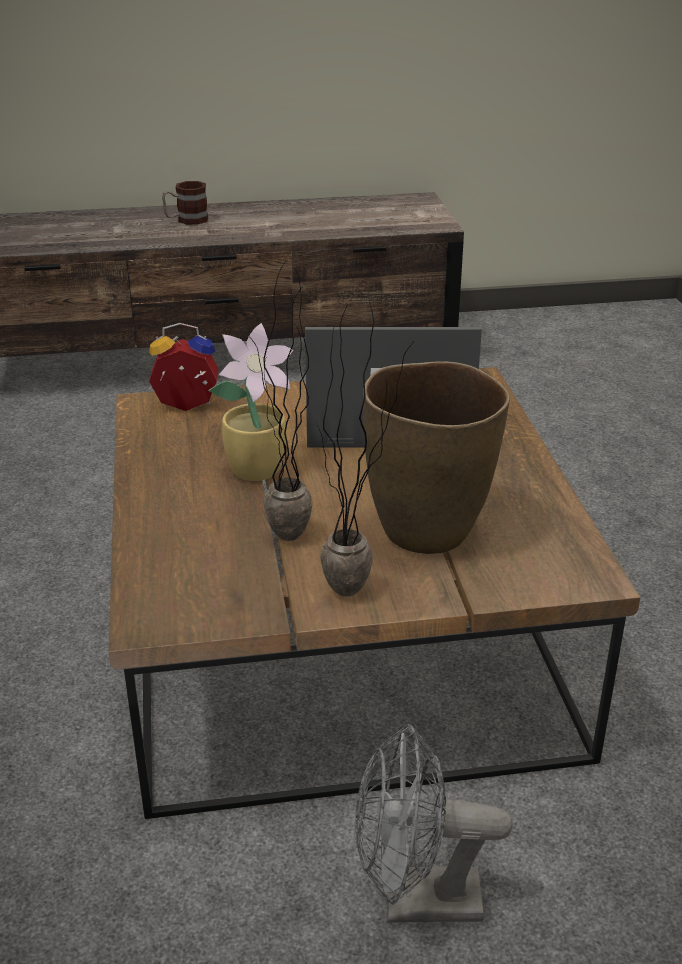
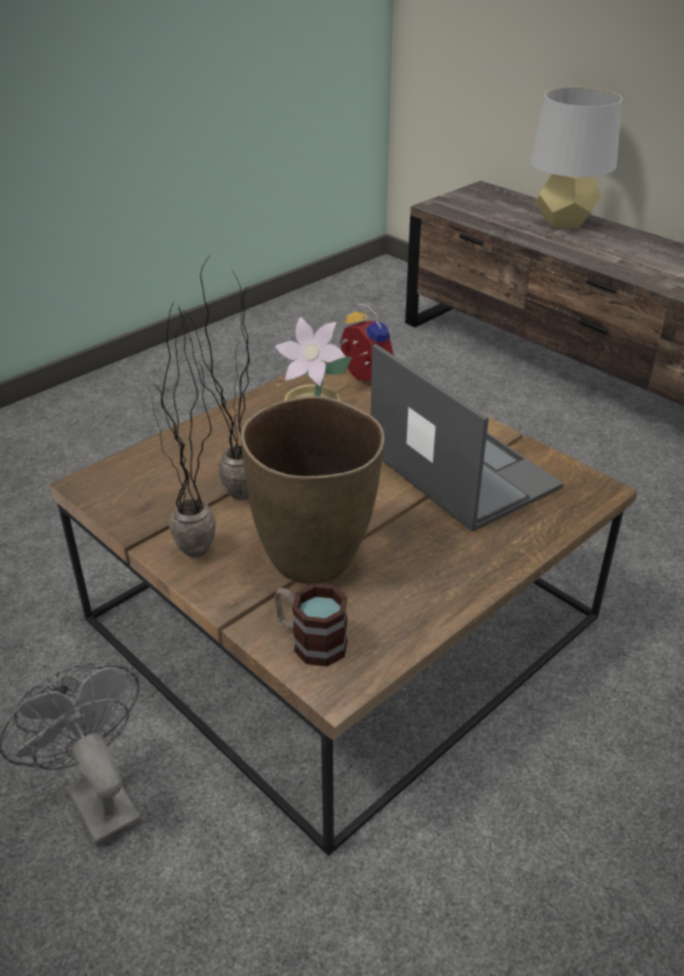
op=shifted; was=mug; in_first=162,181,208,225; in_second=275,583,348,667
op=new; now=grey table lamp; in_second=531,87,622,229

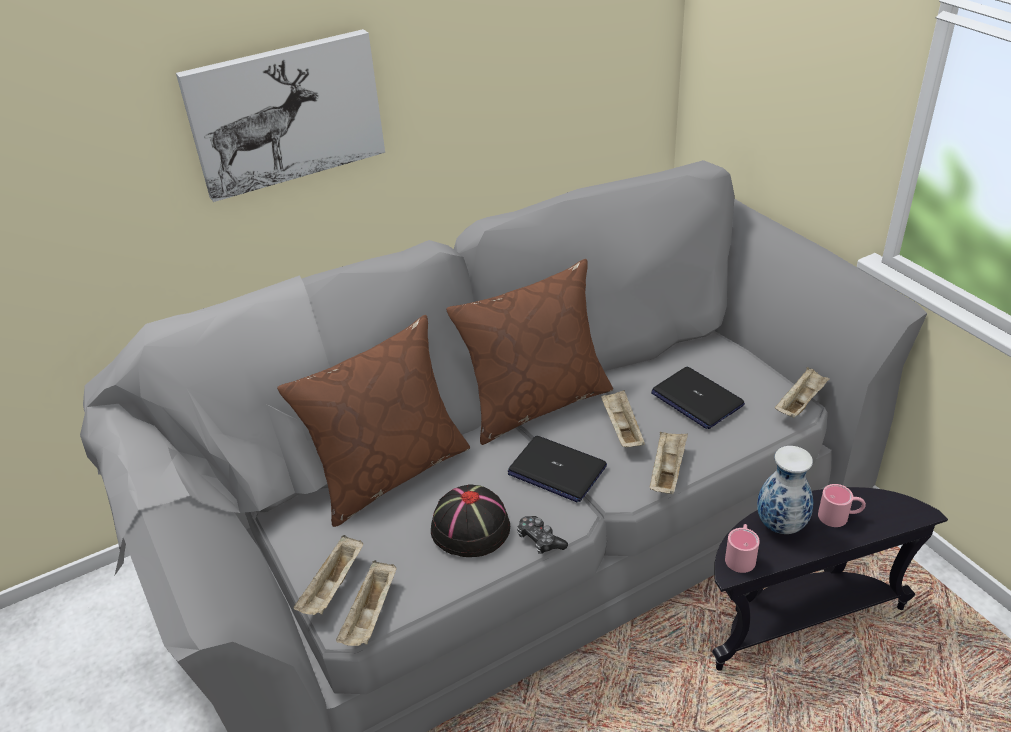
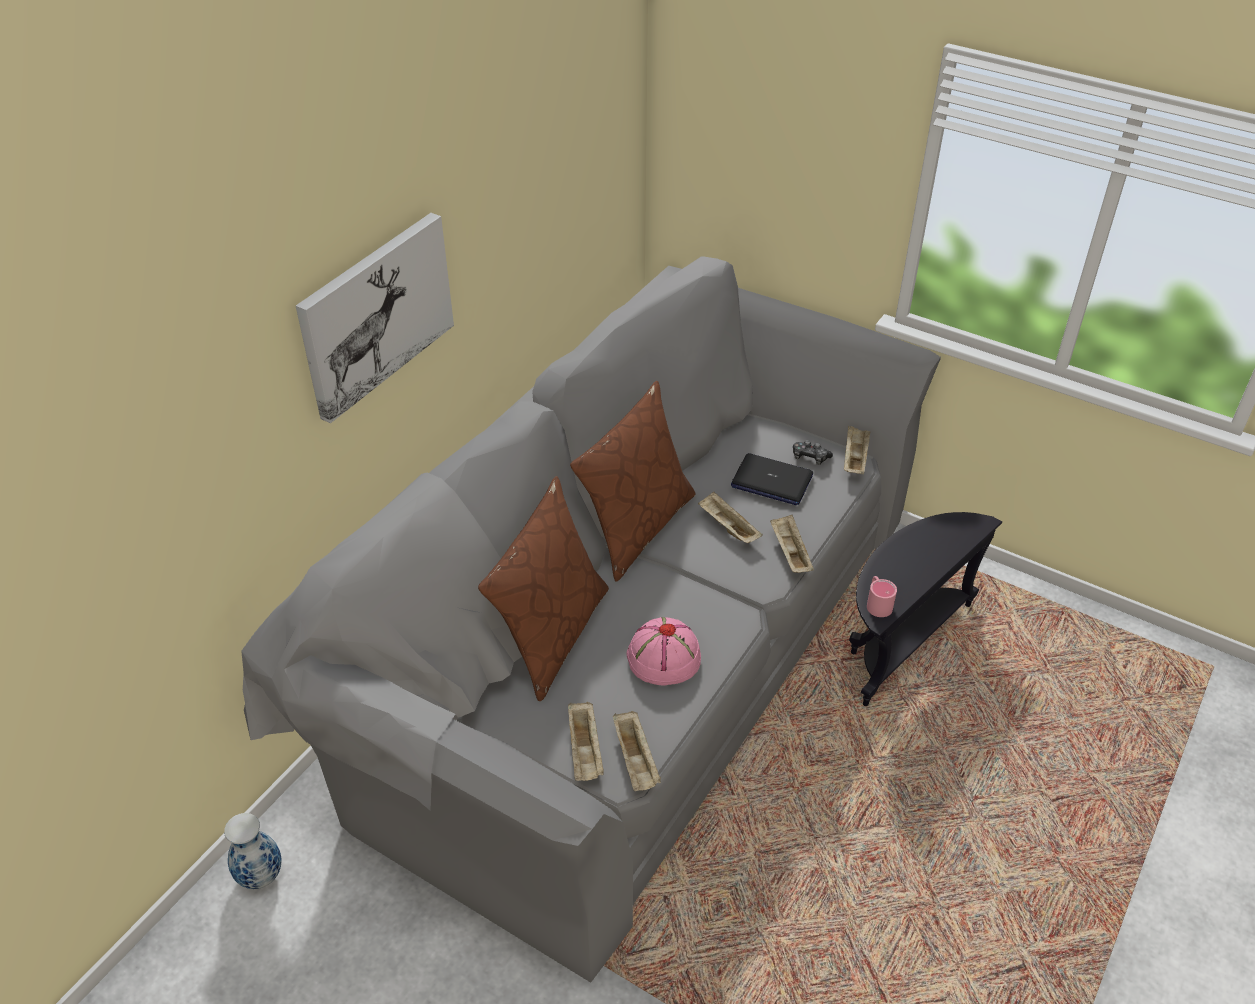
op=repainted; was=black hat; now=pink hat; in_first=431,484,510,557; in_second=627,617,701,686
op=gone; was=laptop; in_first=508,436,607,502
op=shifted; was=game controller; in_first=517,516,568,554; in_second=793,440,833,465
op=shifted; was=vase; in_first=757,446,813,534; in_second=224,813,281,889
op=gone; was=pink mug; in_first=818,484,866,527

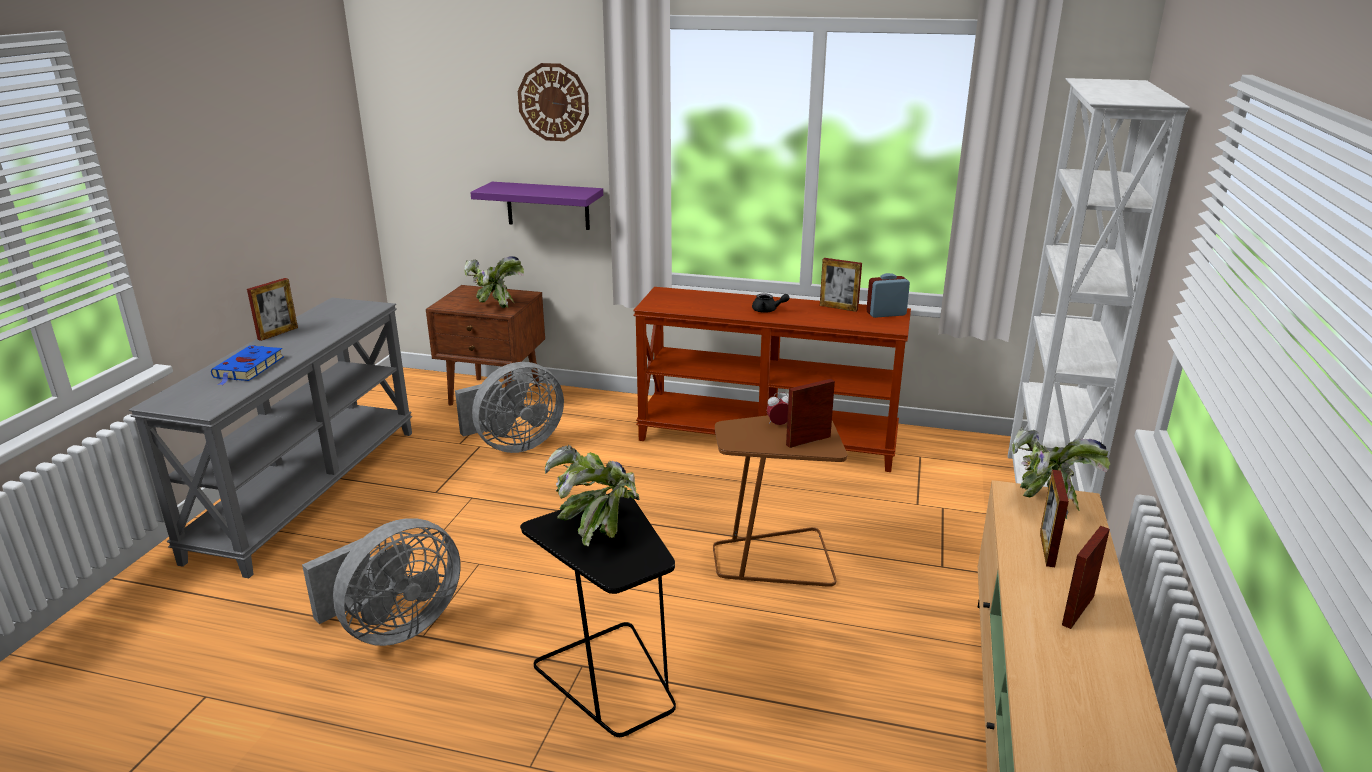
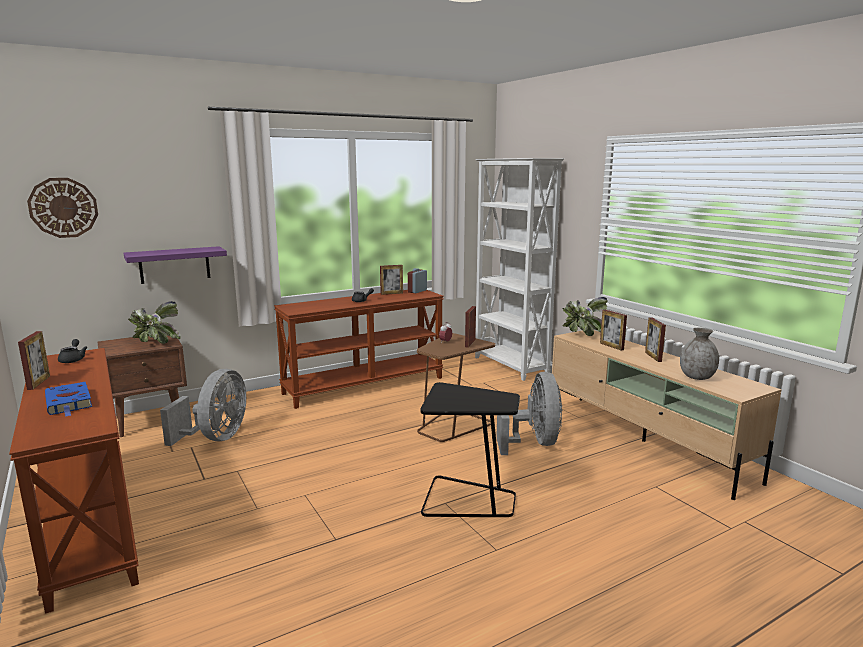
op=repainted; was=grey console table; now=brown console table; in_first=129,297,412,578; in_second=9,348,139,614
op=shifted; was=grey fan; in_first=302,519,461,646; in_second=496,372,563,455
op=shifted; was=wall clock; in_first=518,63,589,141; in_second=27,178,98,238
op=gone; was=potted plant; in_first=545,445,639,546
op=new; now=black teapot; in_second=58,339,88,363
op=new; now=grey vase; in_second=680,327,719,380

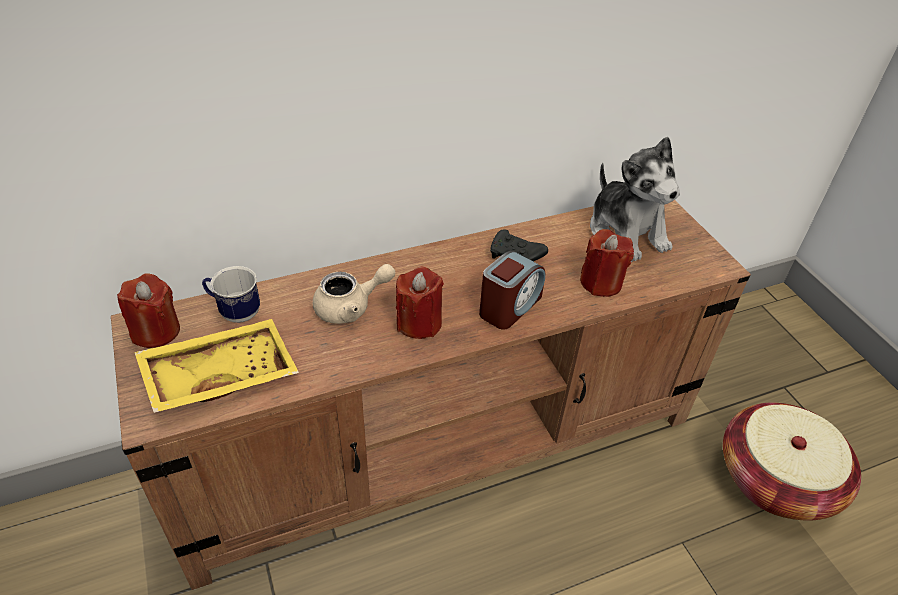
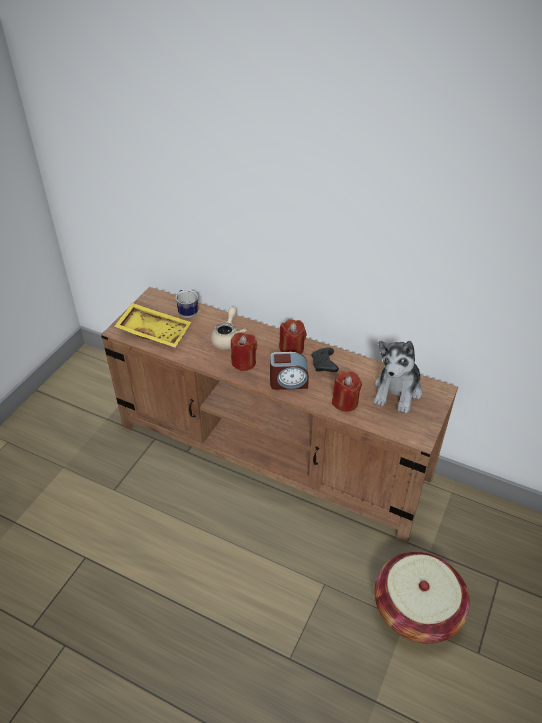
op=shifted; was=red candle; in_first=117,273,180,348; in_second=279,319,307,354
op=rotated; was=beige teapot; in_first=313,264,395,324; in_second=211,307,247,350; clockwise=-105

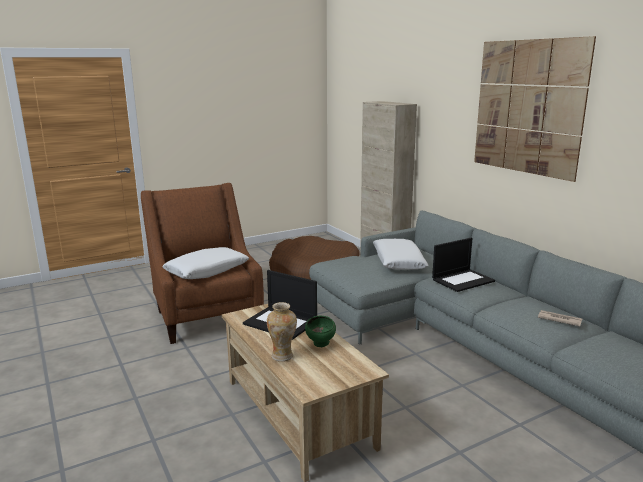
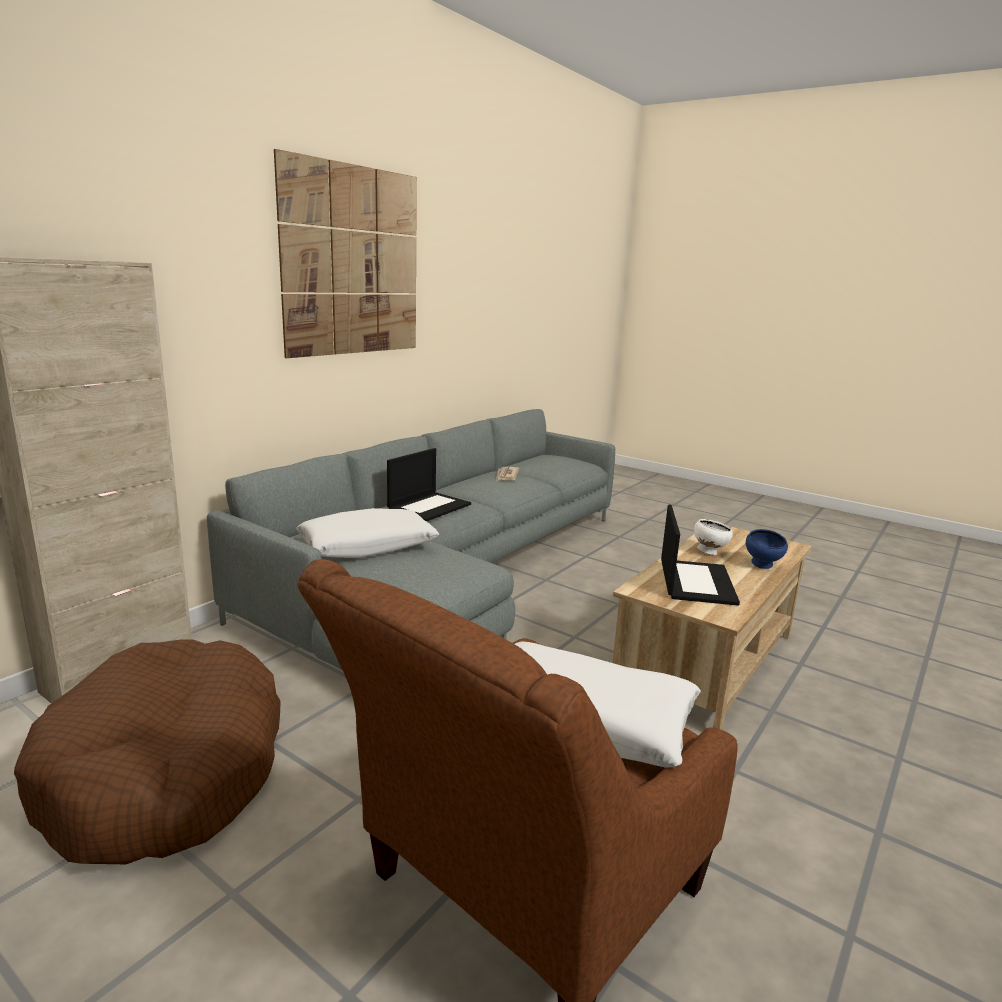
op=swapped; was=vase; now=blue bowl; in_first=267,302,297,362; in_second=746,529,788,569
op=repainted; was=green bowl; now=white bowl; in_first=305,316,336,347; in_second=694,519,733,555
op=rotated; was=laptop; in_first=432,238,495,292; in_second=387,448,471,521; clockwise=90

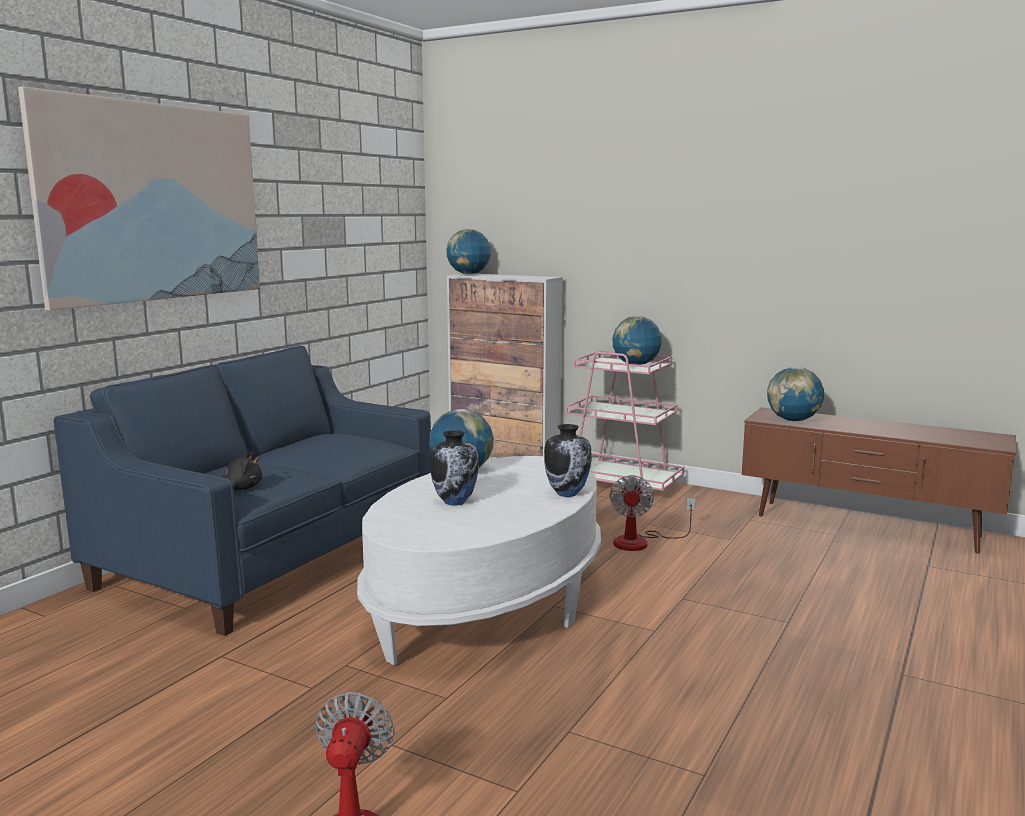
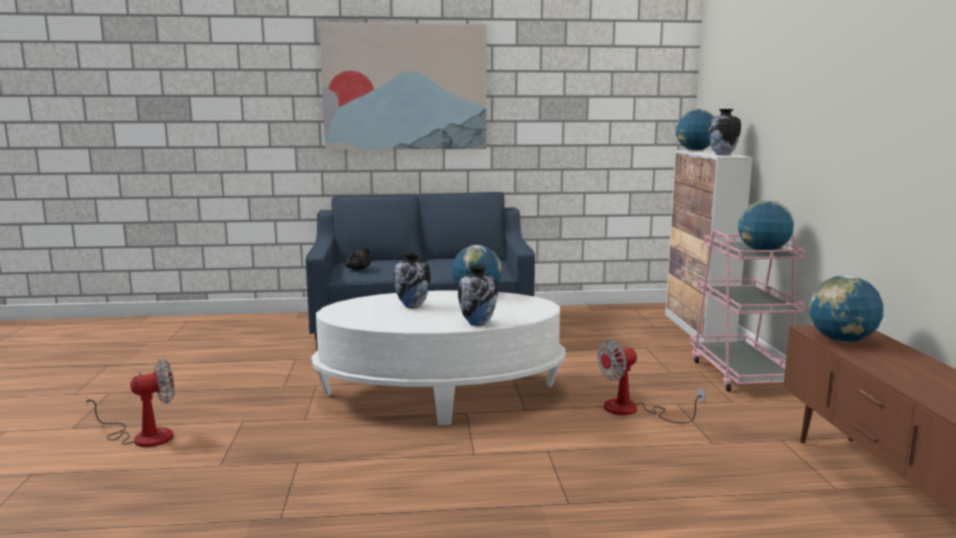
op=new; now=vase; in_second=709,109,741,155

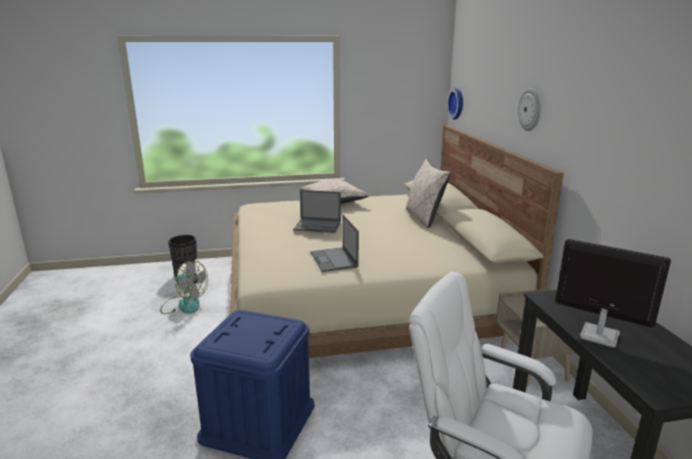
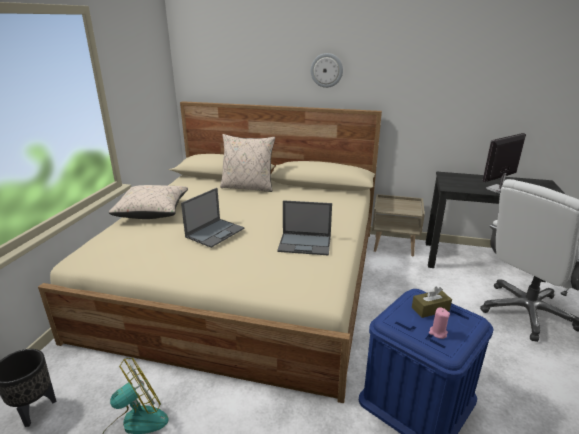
op=gone; was=wall clock; in_first=447,88,463,120
op=new; now=brown tissue box; in_second=412,287,452,318
op=new; now=pink candle; in_second=429,307,450,339

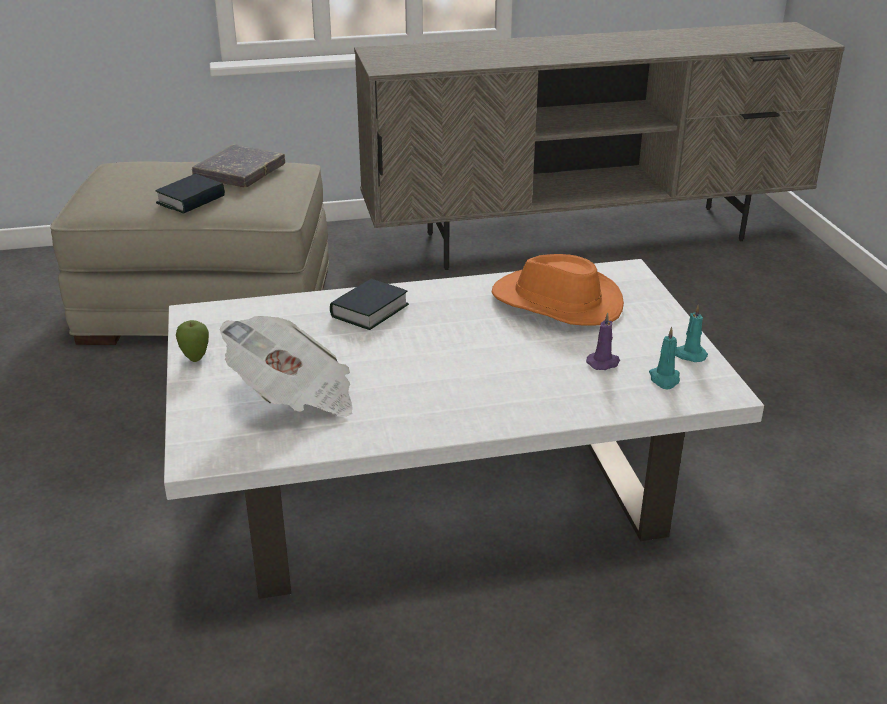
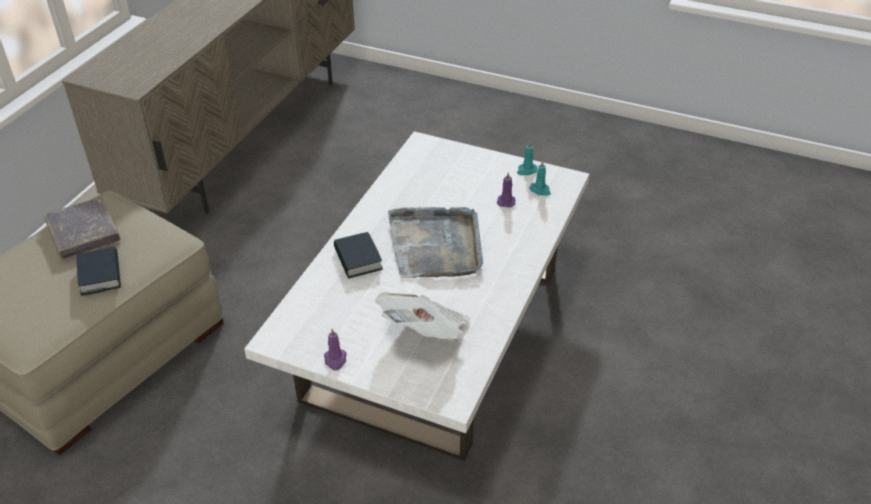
op=swapped; was=apple; now=purple candle; in_first=176,320,209,362; in_second=324,329,347,371
op=gone; was=orange hat; in_first=492,254,624,326
op=new; now=grey tray; in_second=388,207,483,278

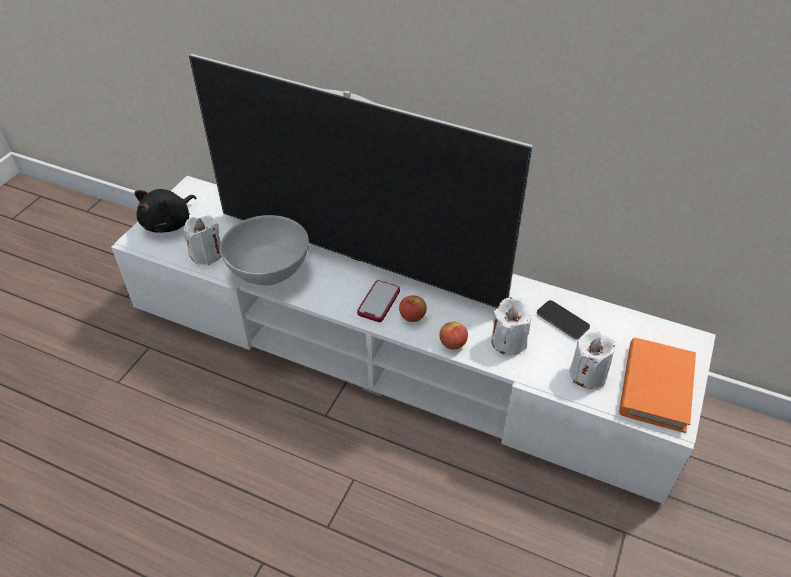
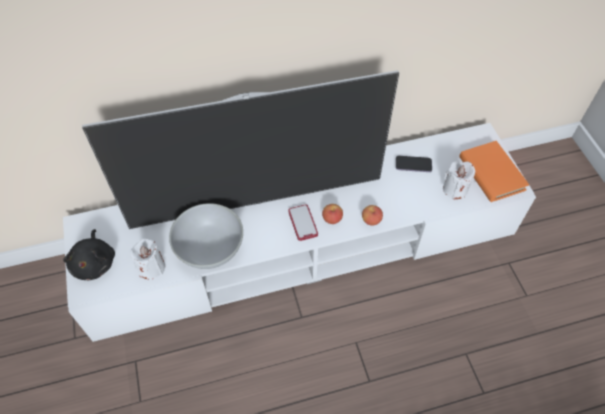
op=gone; was=white candle; in_first=491,297,531,355

